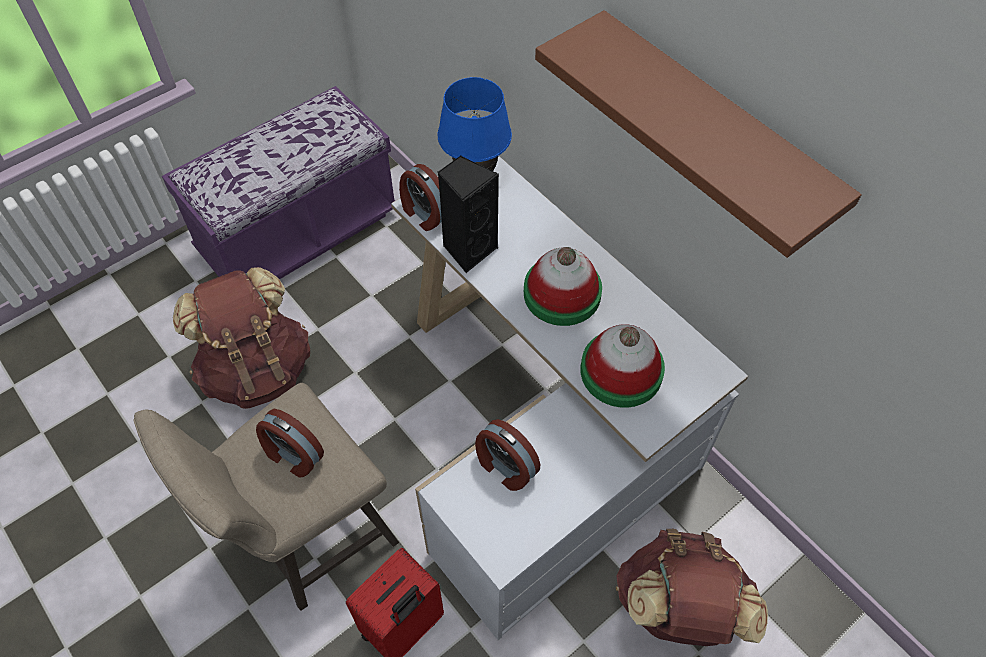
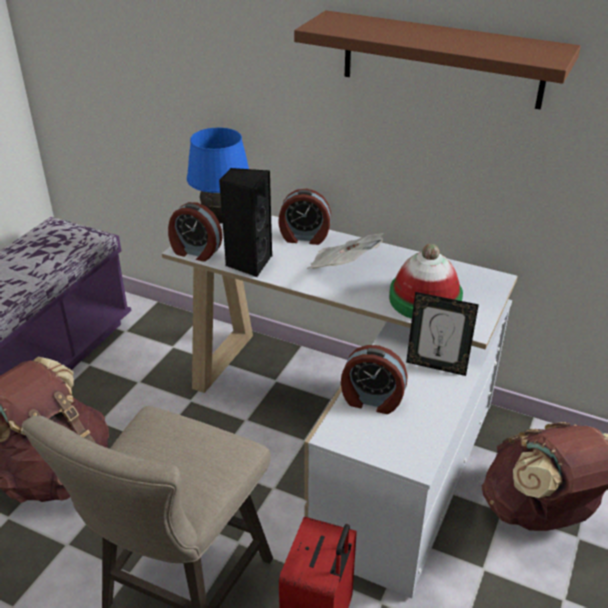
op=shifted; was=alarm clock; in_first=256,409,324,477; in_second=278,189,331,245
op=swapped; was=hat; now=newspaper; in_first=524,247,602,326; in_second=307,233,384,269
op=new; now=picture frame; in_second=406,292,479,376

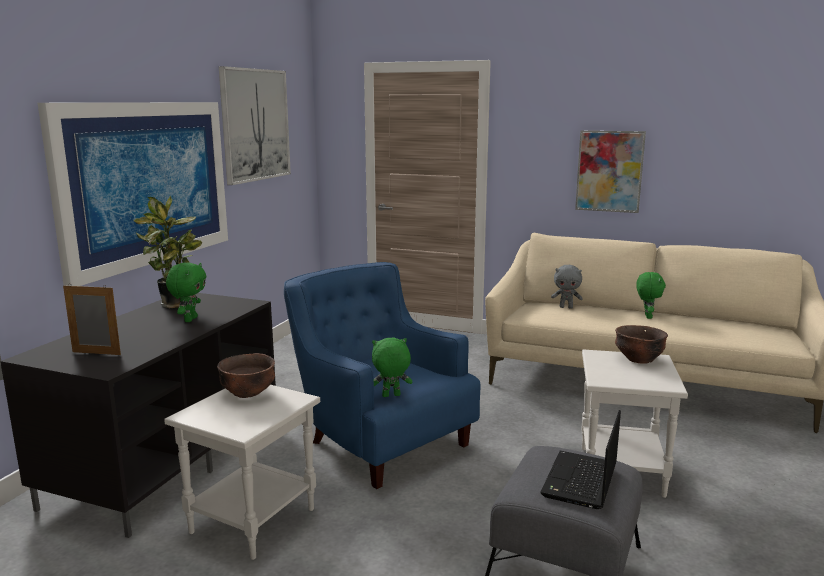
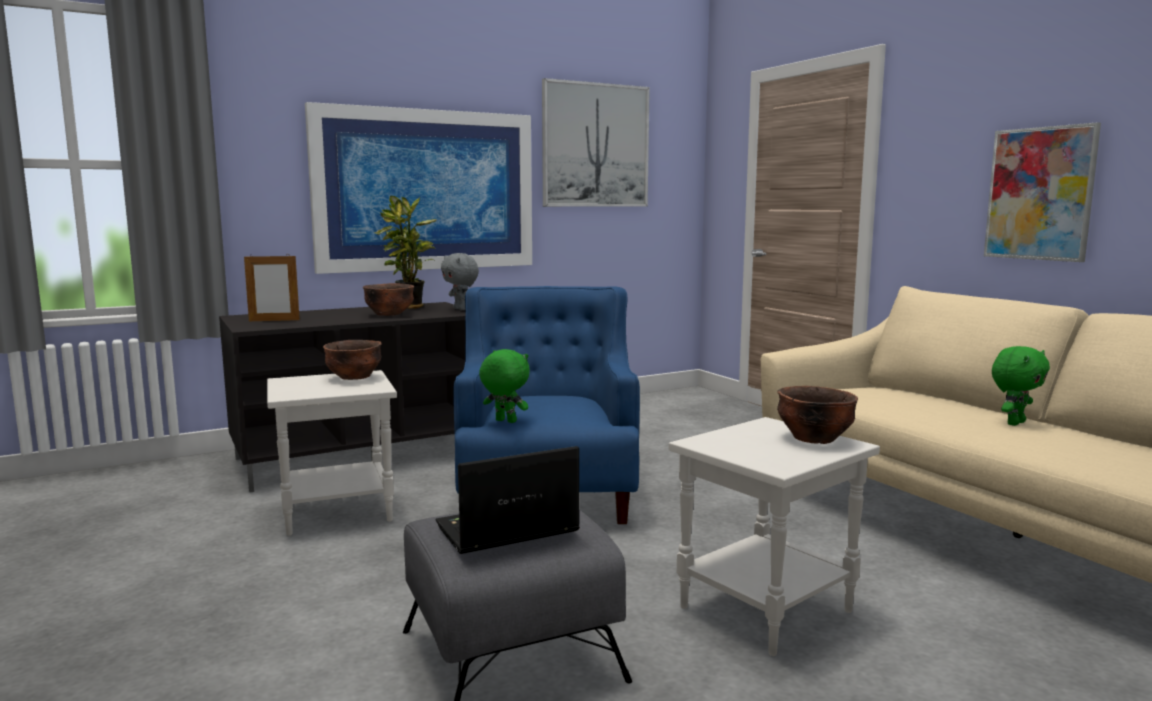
op=rotated; was=picture frame; in_first=63,285,121,355; in_second=244,254,300,321; clockwise=120
op=swapped; was=green plush toy; now=brown bowl; in_first=166,262,206,322; in_second=363,283,414,316
op=shifted; was=grey plush toy; in_first=551,265,583,308; in_second=441,253,479,310

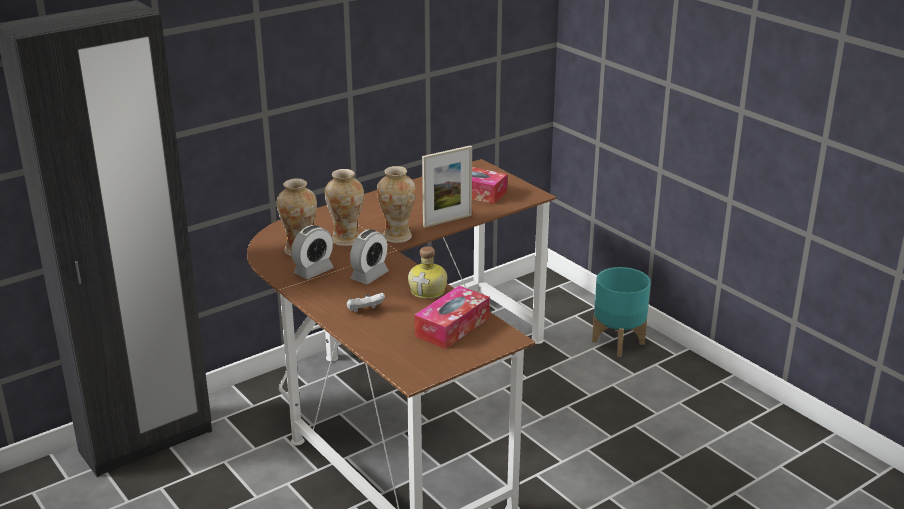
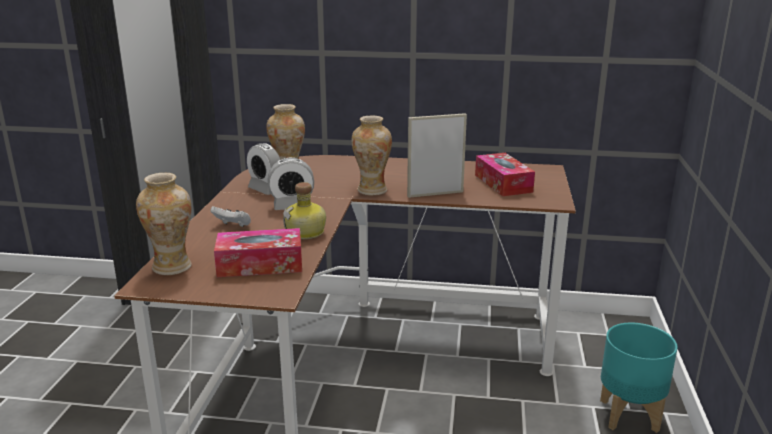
op=rotated; was=alarm clock; in_first=291,225,334,279; in_second=247,143,280,195; clockwise=45
op=shifted; was=vase; in_first=325,169,364,246; in_second=136,173,192,275
op=rotated; was=picture frame; in_first=422,145,472,228; in_second=407,113,467,198; clockwise=150

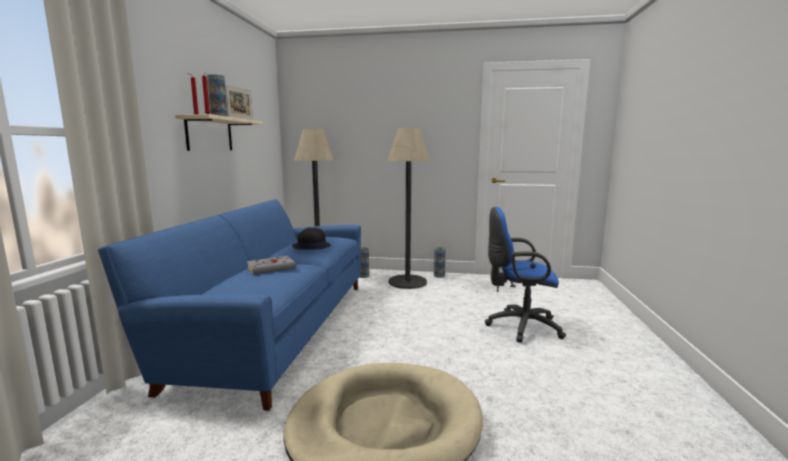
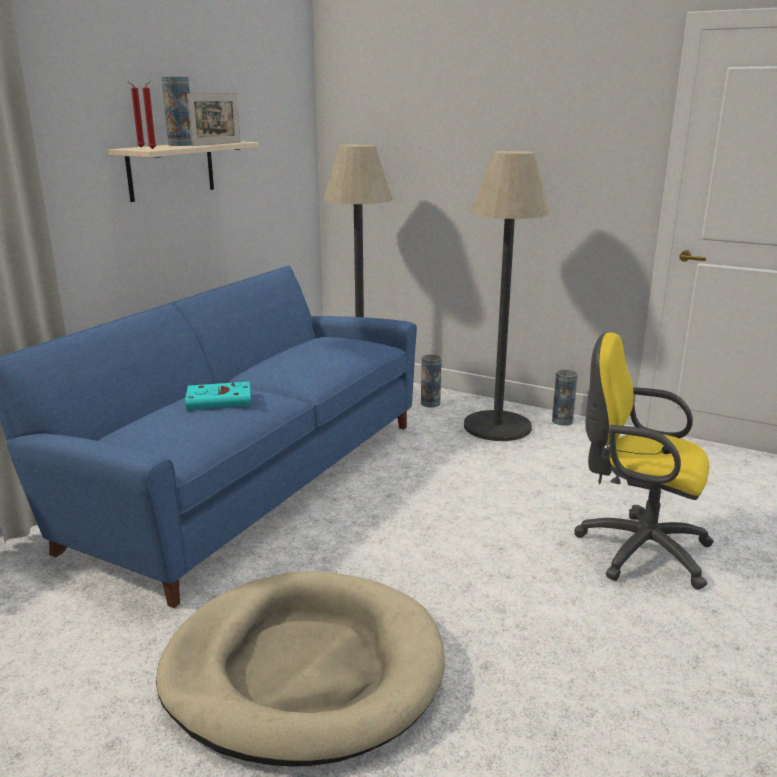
op=repainted; was=grey book; now=turquoise book; in_first=247,256,299,275; in_second=185,382,263,410
op=gone; was=black hat; in_first=292,227,331,250
op=repainted; was=blue office chair; now=yellow office chair; in_first=485,207,566,343; in_second=574,332,714,590

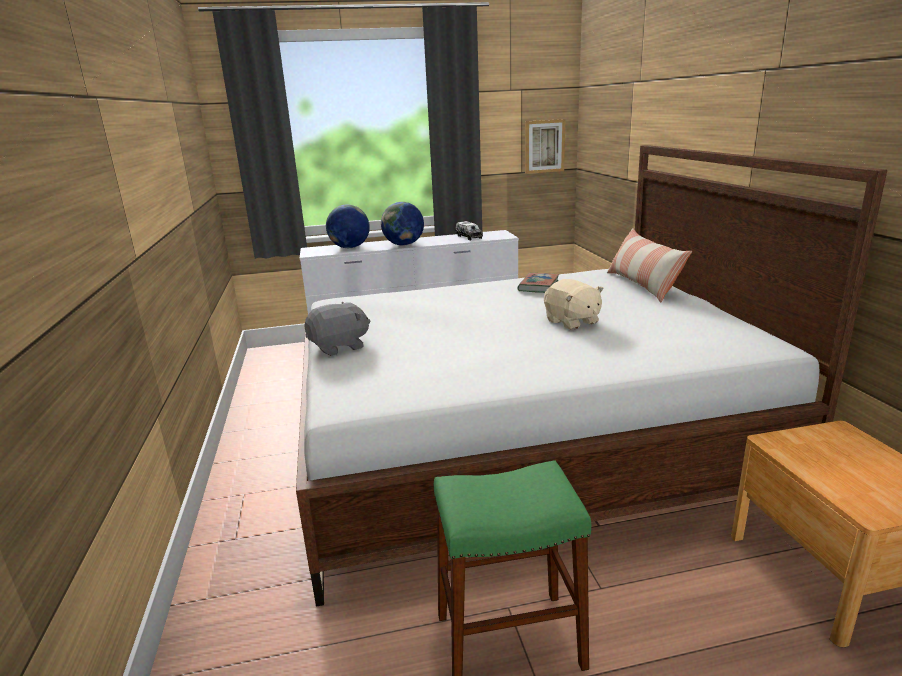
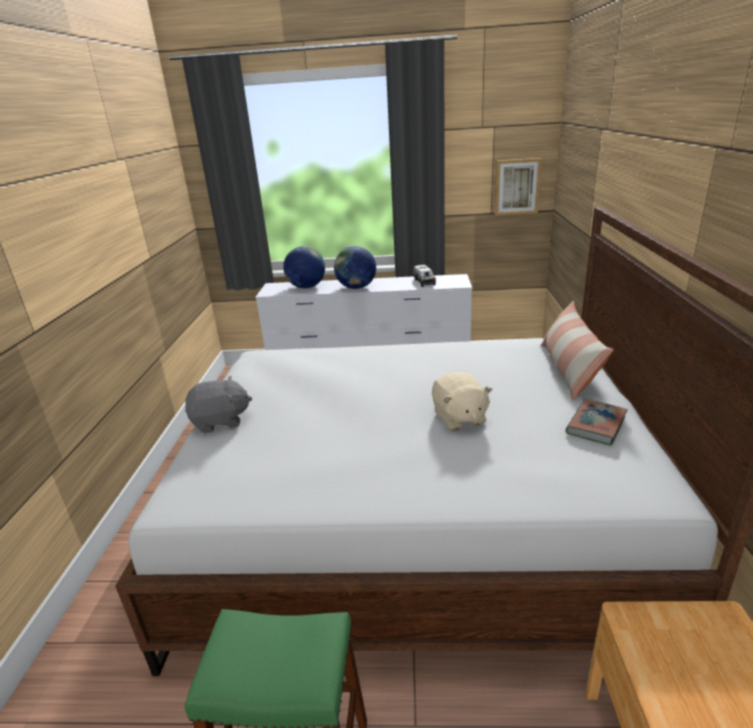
op=shifted; was=book; in_first=518,273,559,293; in_second=566,399,628,446

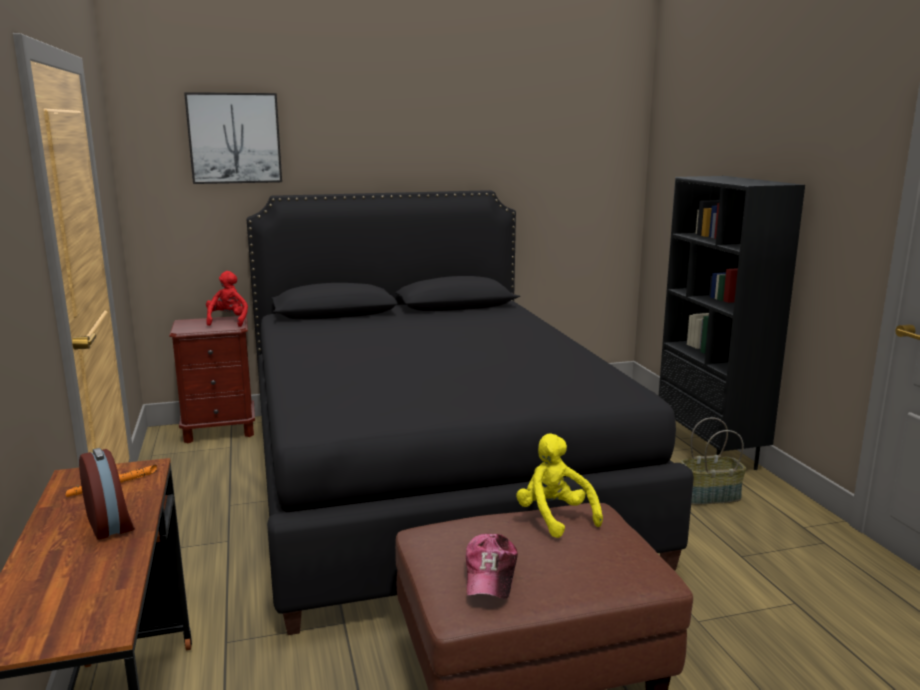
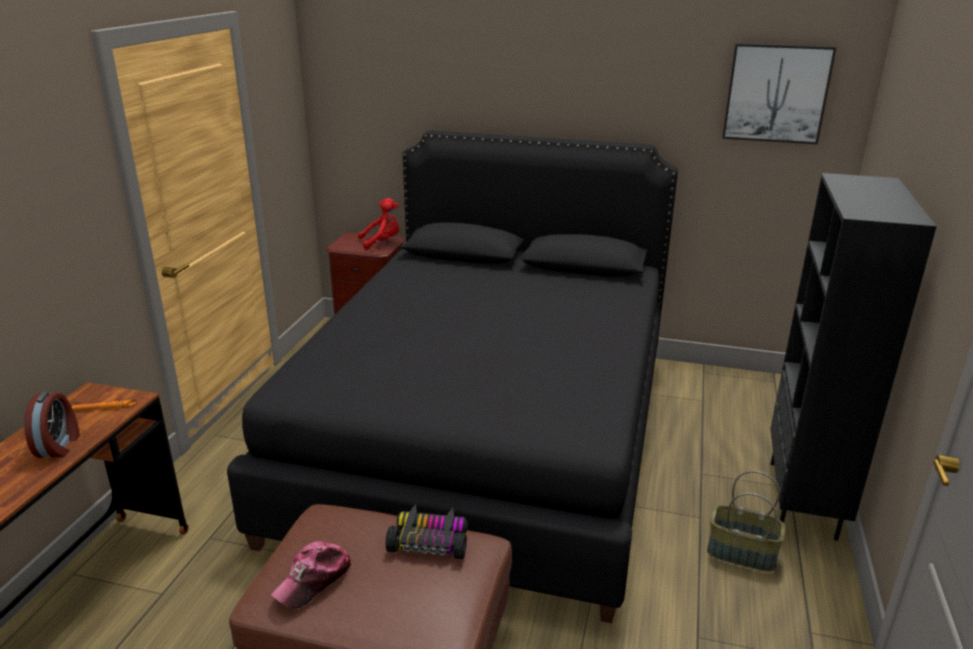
op=shifted; was=picture; in_first=184,92,282,184; in_second=722,43,836,145
op=rotated; was=red plush toy; in_first=206,271,248,327; in_second=358,198,400,250; clockwise=45
op=swapped; was=yellow plush toy; now=toy car; in_first=516,433,603,538; in_second=386,504,468,559

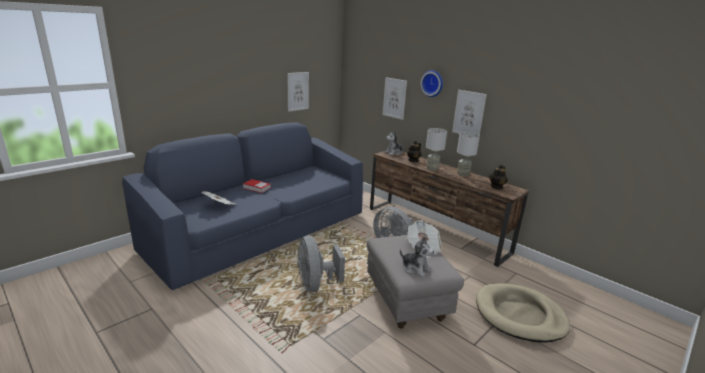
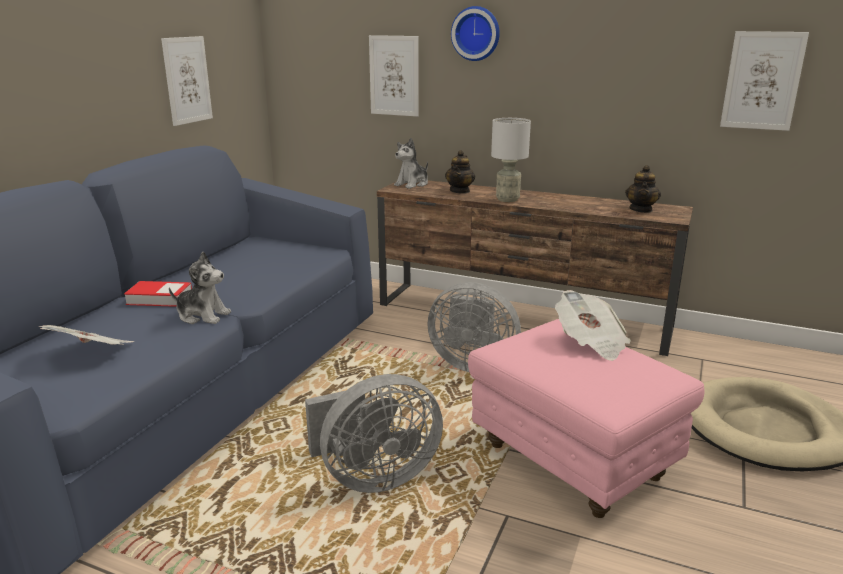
op=rotated; was=grey fan; in_first=297,235,345,292; in_second=305,374,443,493; clockwise=-75
op=repainted; was=grey ottoman; now=pink ottoman; in_first=367,235,464,329; in_second=468,319,704,518
op=shifted; was=plush toy; in_first=400,236,434,277; in_second=169,252,231,324
op=shifted; was=picture; in_first=452,90,487,135; in_second=720,31,809,131
op=gone; was=grey table lamp; in_first=457,132,480,176

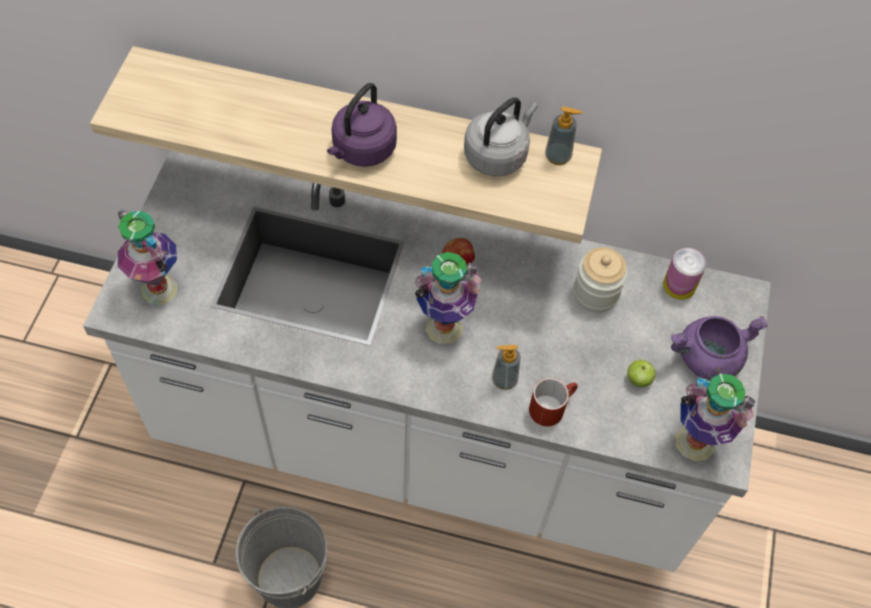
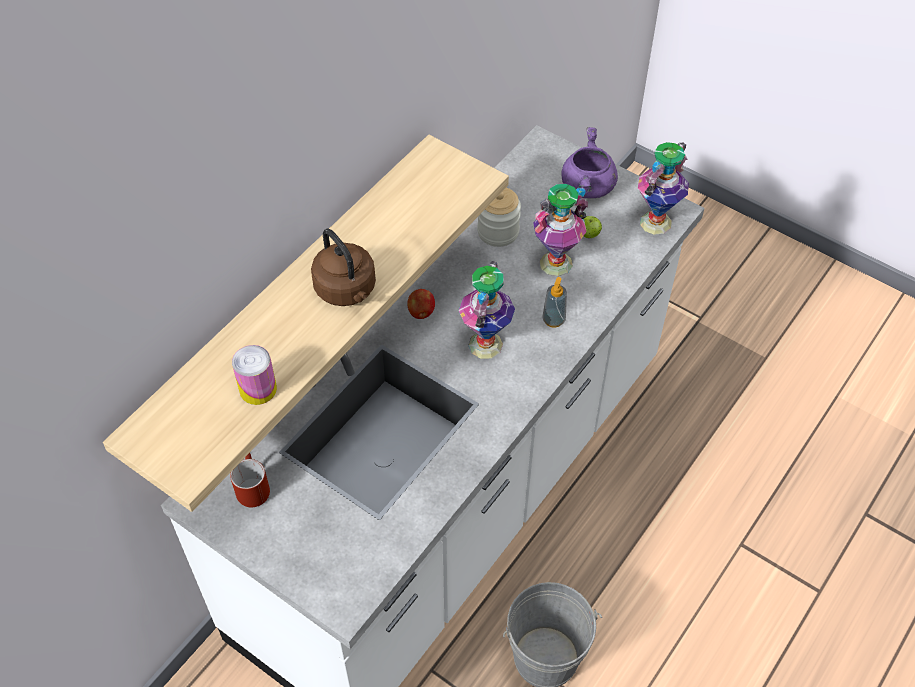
op=shifted; was=vase; in_first=118,210,177,305; in_second=533,184,588,276
op=repainted; was=purple kettle; now=brown kettle; in_first=327,83,397,167; in_second=311,229,376,306
op=gone; was=grey kettle; in_first=464,98,538,176
op=shifted; was=red mug; in_first=529,378,578,426; in_second=230,453,270,507
op=gone; was=soap dispenser; in_first=545,106,582,165
op=shifted; was=can; in_first=663,248,707,300; in_second=232,345,277,405

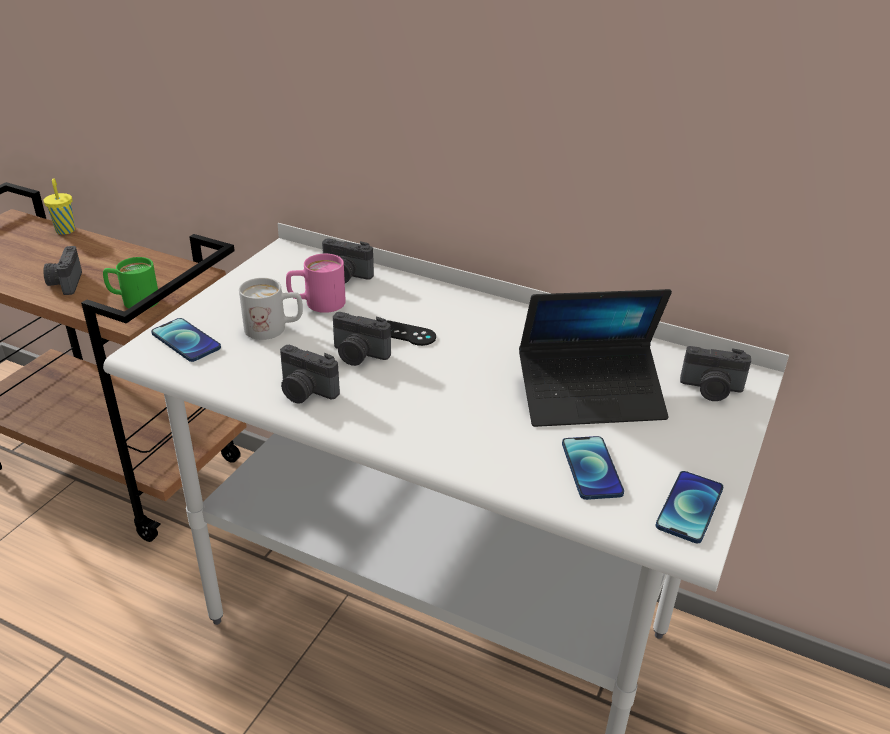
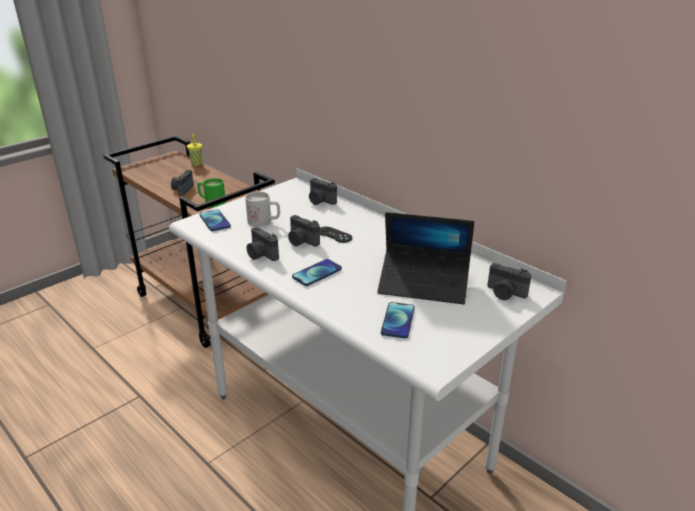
op=gone; was=pink mug; in_first=286,254,346,313
op=shifted; was=phone; in_first=656,471,723,543; in_second=292,259,342,286

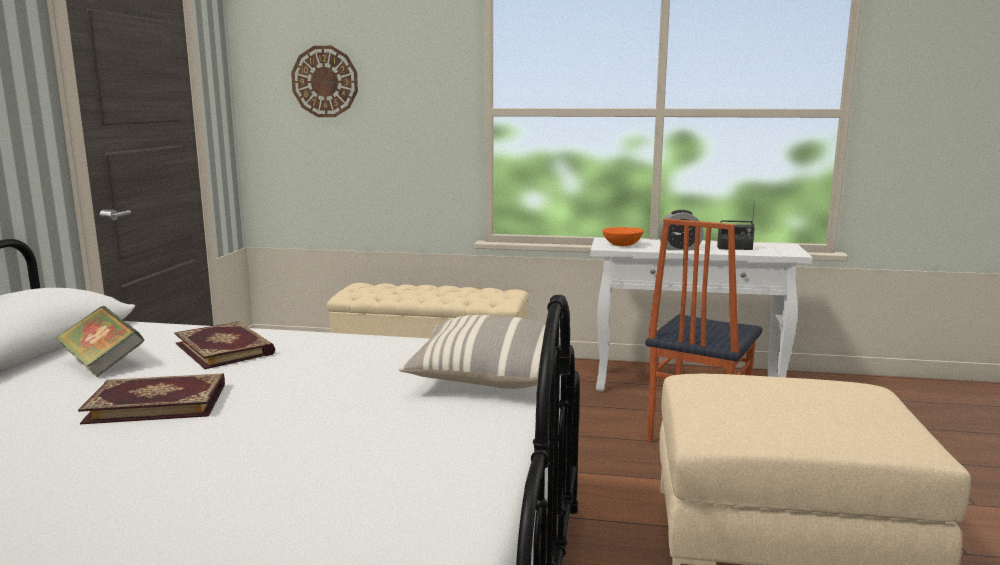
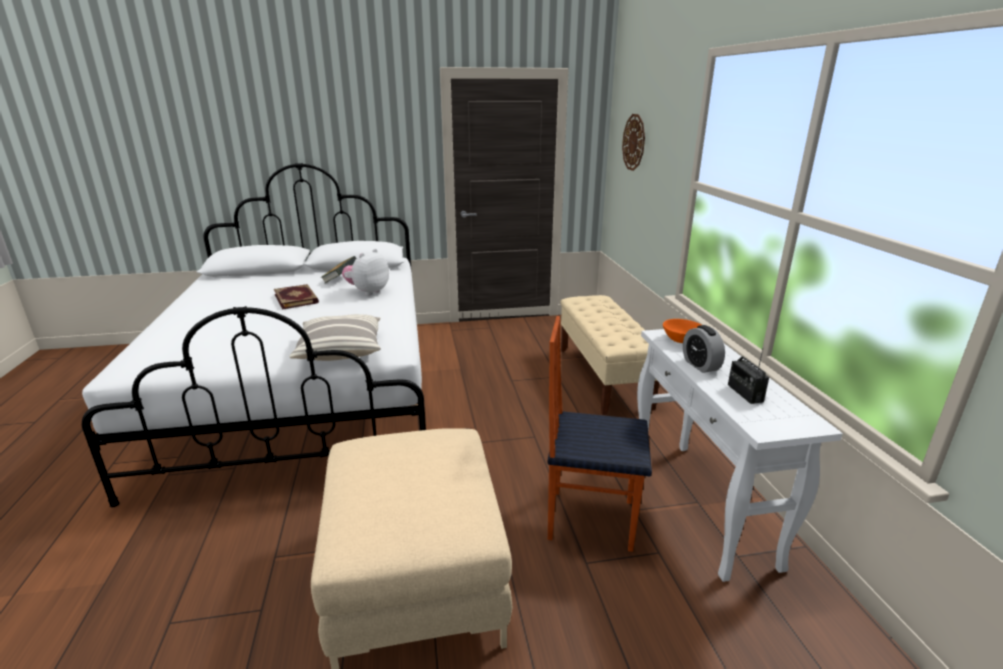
op=swapped; was=book; now=plush toy; in_first=174,321,275,369; in_second=342,249,389,296

